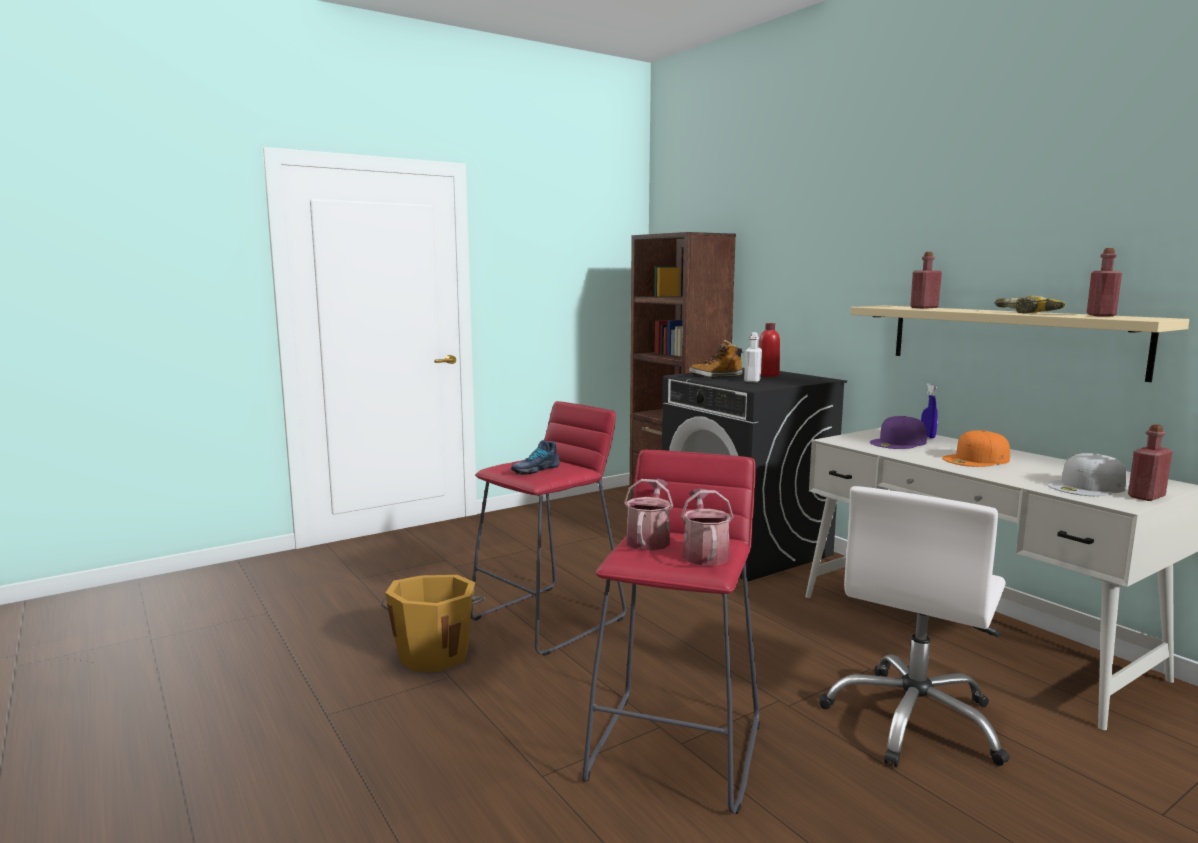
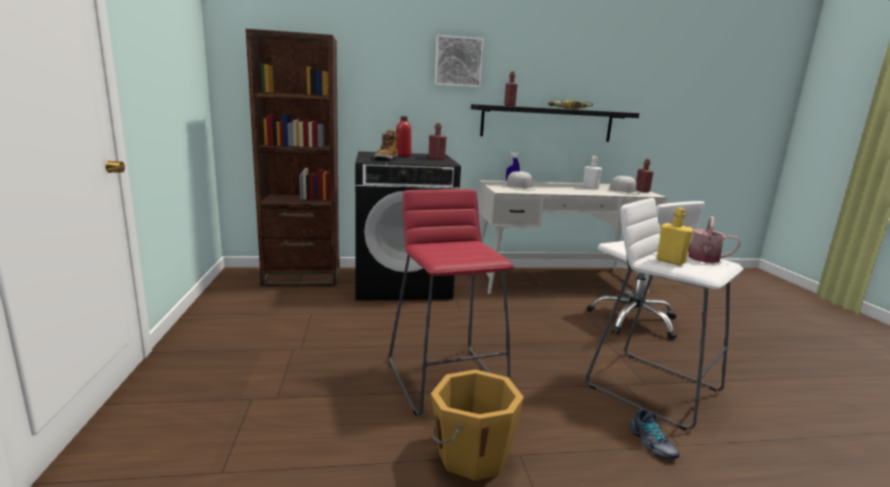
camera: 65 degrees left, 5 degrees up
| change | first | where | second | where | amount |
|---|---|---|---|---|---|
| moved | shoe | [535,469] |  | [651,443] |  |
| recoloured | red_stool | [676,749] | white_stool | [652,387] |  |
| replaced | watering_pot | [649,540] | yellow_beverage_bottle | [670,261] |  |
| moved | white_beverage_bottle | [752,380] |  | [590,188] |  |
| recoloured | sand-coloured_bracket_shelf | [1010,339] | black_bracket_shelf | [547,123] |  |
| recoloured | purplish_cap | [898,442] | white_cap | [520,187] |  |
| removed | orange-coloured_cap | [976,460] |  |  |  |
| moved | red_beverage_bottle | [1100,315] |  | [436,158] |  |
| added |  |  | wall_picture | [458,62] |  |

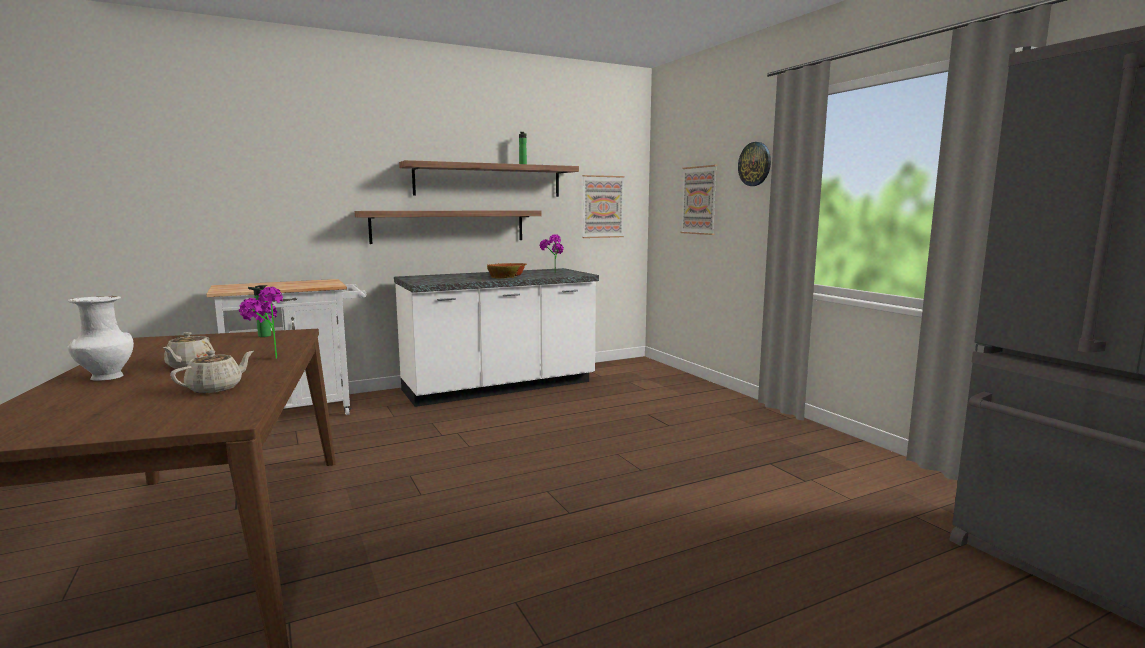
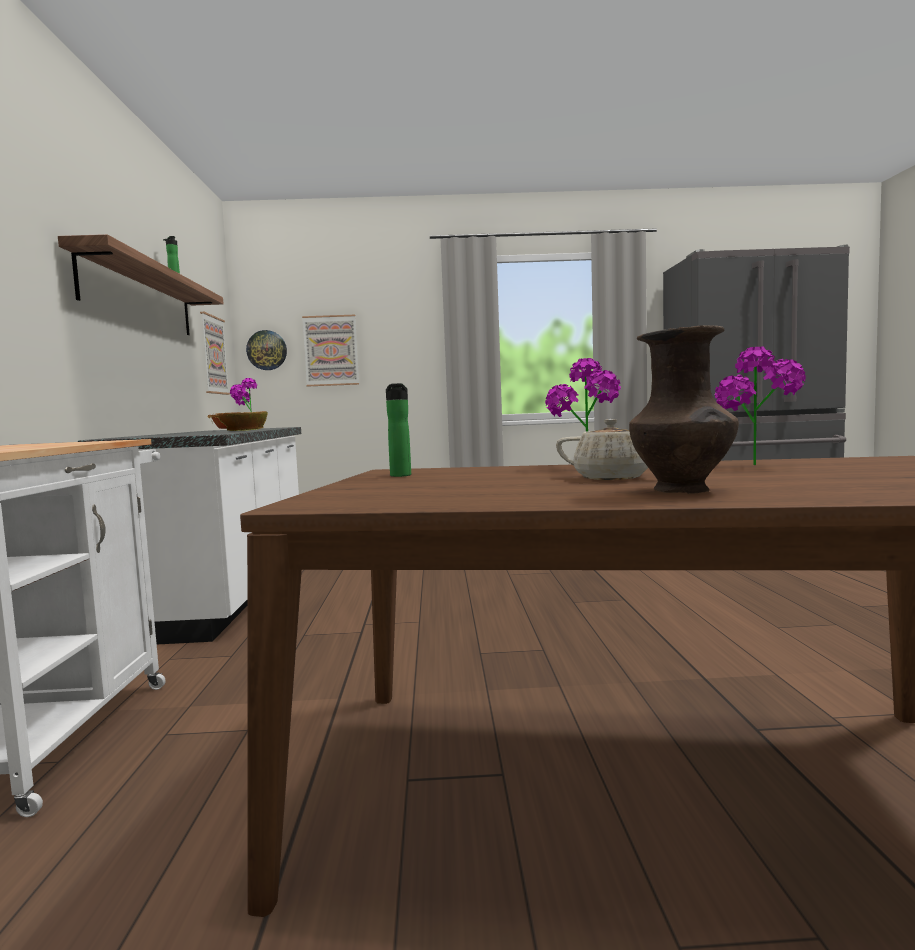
camera: 65 degrees left, 5 degrees down
| change | first | where | second | where | amount |
|---|---|---|---|---|---|
| recoloured | white_vase | [105,377] | brown_vase | [683,491] |  |
| replaced | sand-coloured_teapot | [216,388] | plant_in_a_pot | [759,466] |  |
| removed | bracket_shelf | [449,226] |  |  |  |
| moved | hanging_clock | [755,164] |  | [267,350] |  |

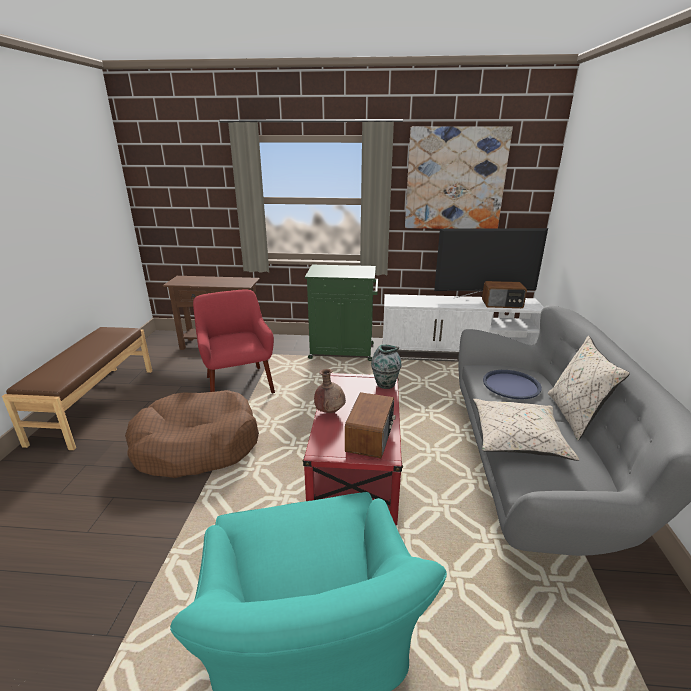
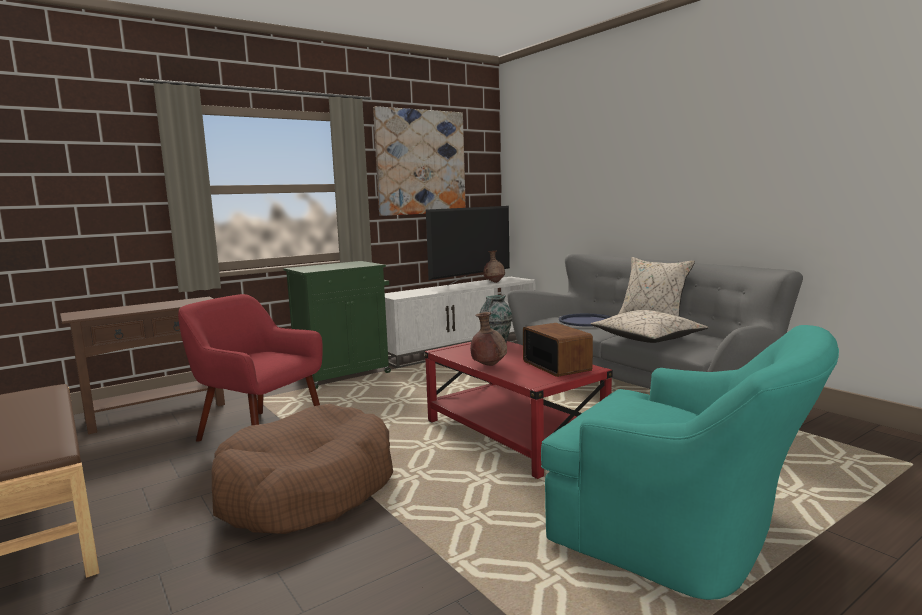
camera: 40 degrees left, 15 degrees down
| change | first | where | second | where | amount |
|---|---|---|---|---|---|
| replaced | radio_receiver | [502,304] | brown_vase | [494,282] |  |

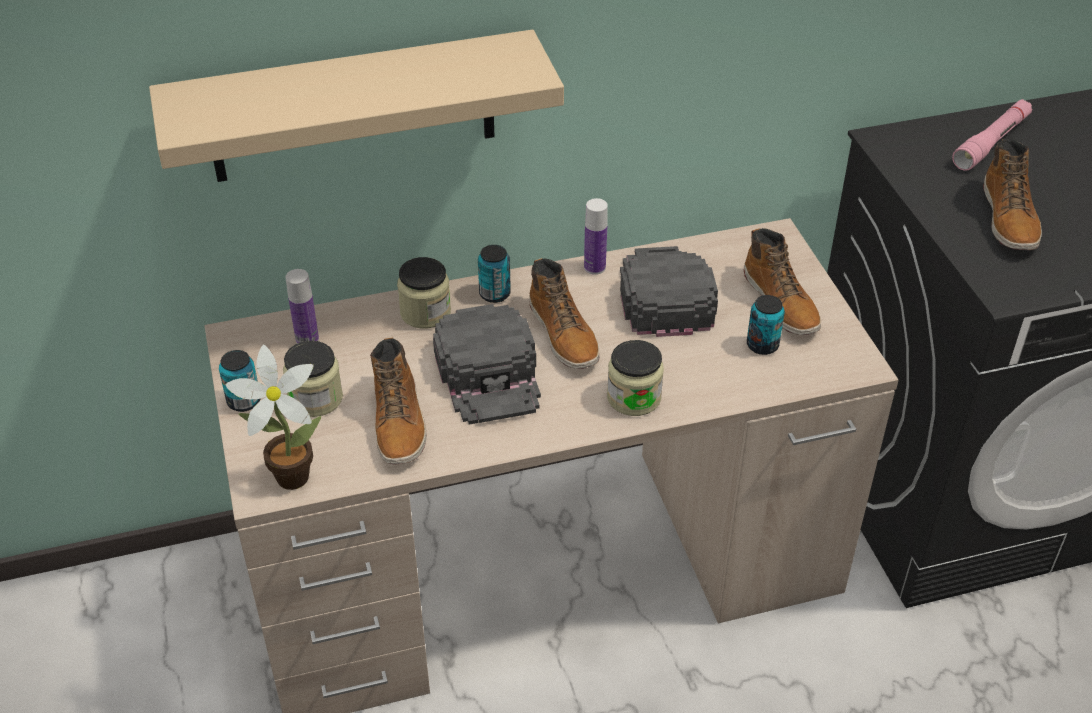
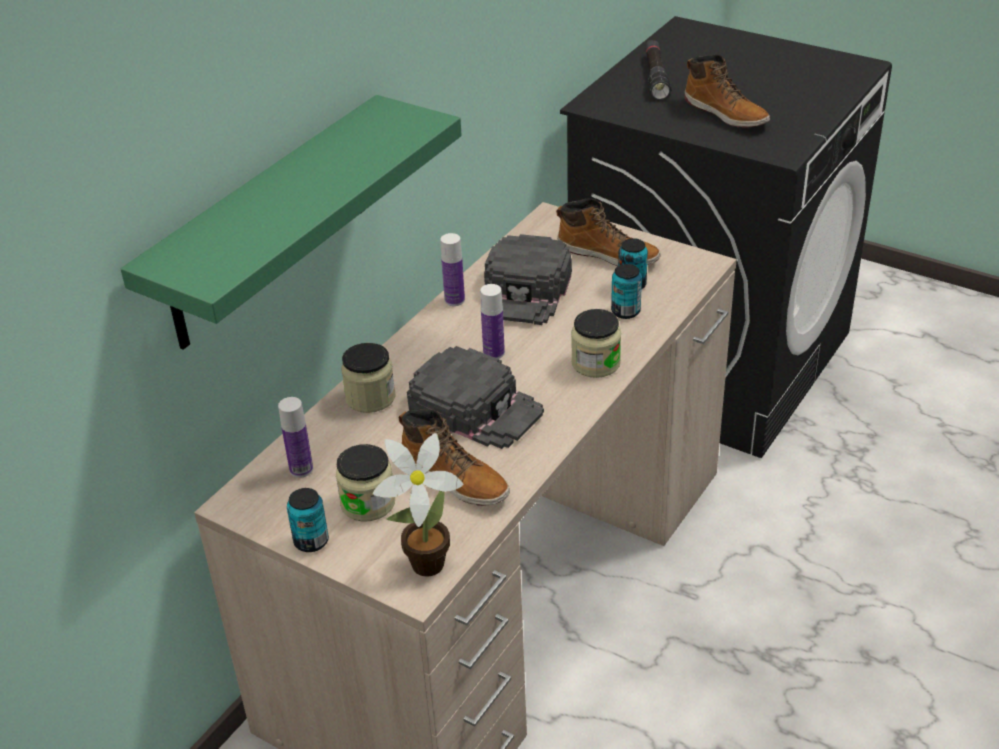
camera: 40 degrees left, 5 degrees down
| change | first | where | second | where | amount |
|---|---|---|---|---|---|
| recoloured | sand-coloured_bracket_shelf | [352,108] | green_bracket_shelf | [268,224] |  |
| moved | sealed_can | [494,294] |  | [625,311] |  |
| replaced | tall_boot | [564,334] | beverage_bottle | [494,353] |  |
| turned | black_cap | [664,294] |  | [526,290] | 120 degrees counterclockwise |
| recoloured | pink_torch | [991,143] | black_torch | [655,77] |  |

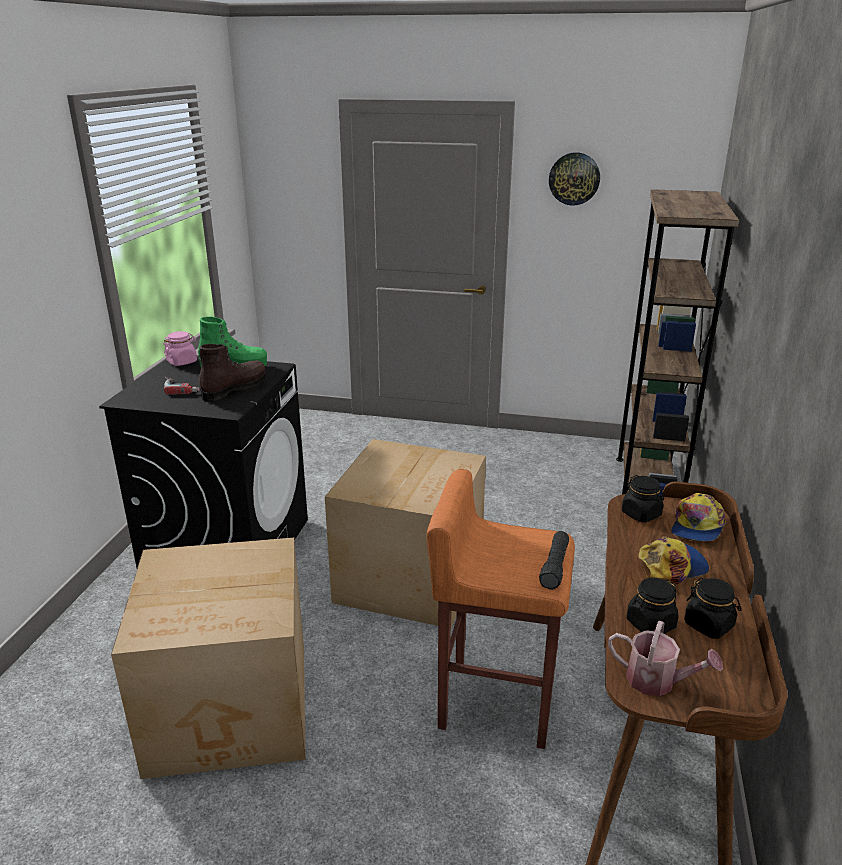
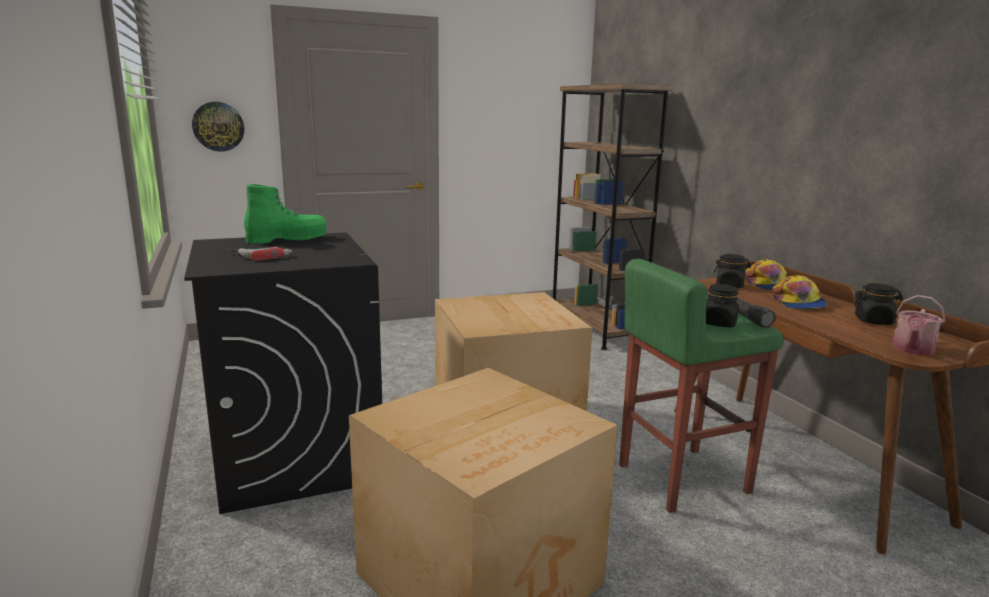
camera: 35 degrees left, 10 degrees down
| change | first | where | second | where | amount |
|---|---|---|---|---|---|
| removed | pink_jar | [182,362] |  |  |  |
| removed | brown_tall_boot | [234,389] |  |  |  |
| recoloured | orange-coloured_stool | [495,701] | green_stool | [680,478] |  |
| moved | hanging_clock | [574,179] |  | [218,126] |  |
| turned | watering_pot | [657,681] |  | [912,350] | 135 degrees clockwise |
| moved | black_jar | [650,624] |  | [719,323] |  |
| turned | cap | [671,566] |  | [798,303] | 150 degrees clockwise |

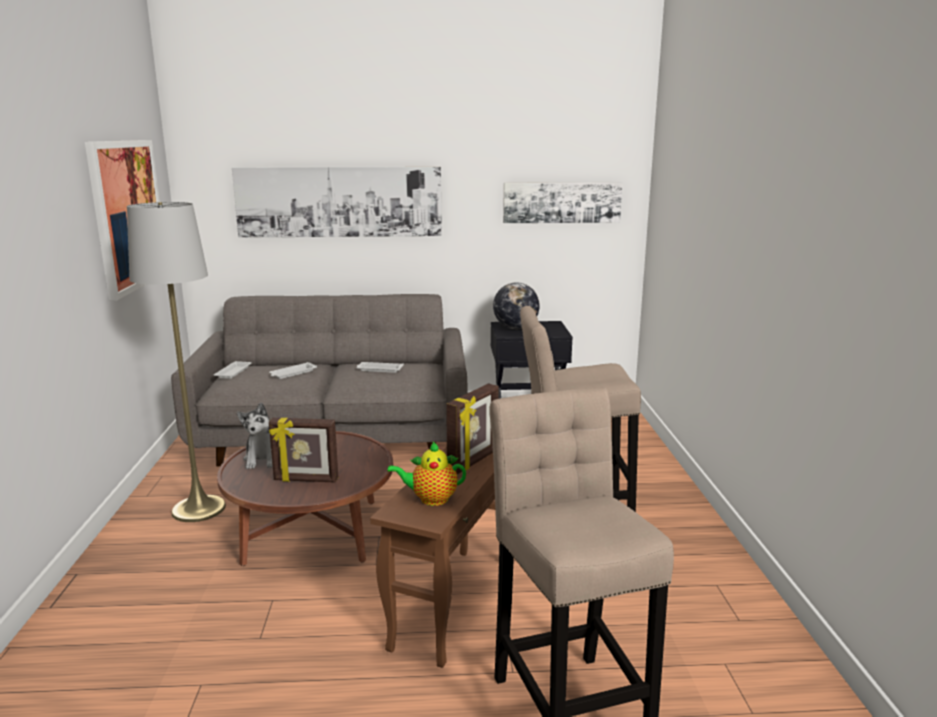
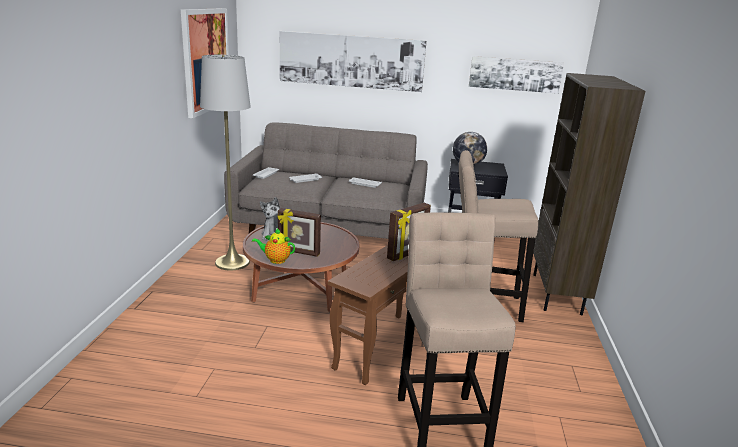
camera: 10 degrees right, 5 degrees up
| change | first | where | second | where | amount |
|---|---|---|---|---|---|
| moved | teapot | [431,499] |  | [275,260] |  |
| added |  |  | brown_shelving_unit | [557,294] |  |

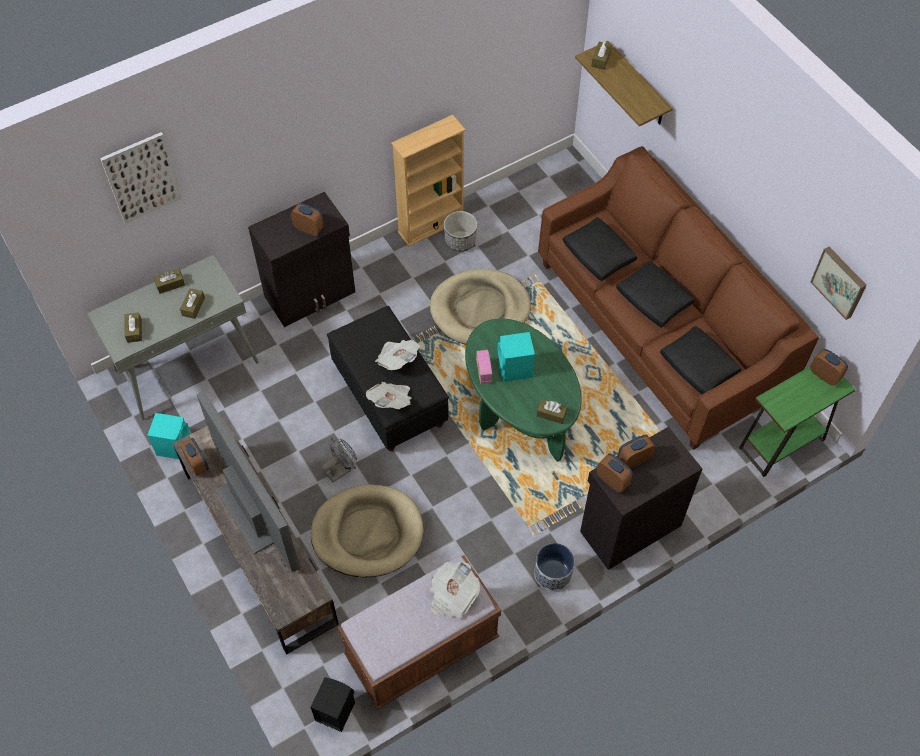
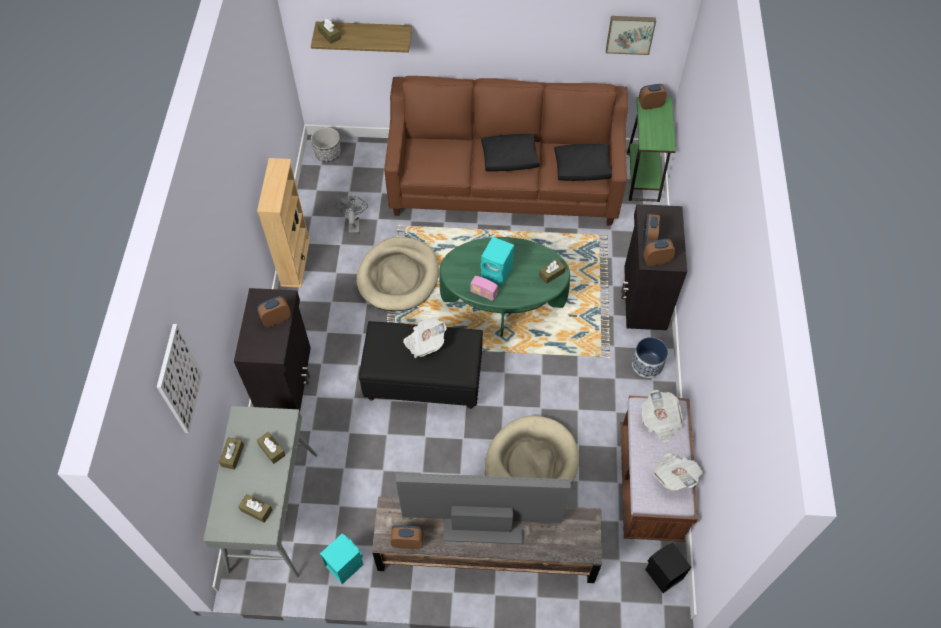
camera: 55 degrees left, 0 degrees up
| change | first | where | second | where | amount |
|---|---|---|---|---|---|
| moved | gray_electric_fan | [341,469] |  | [353,224] |  |
| moved | newspaper | [391,401] |  | [674,475] |  |
| moved | planter | [460,241] |  | [328,154] |  |
| removed | black_pillow | [599,255] |  |  |  |

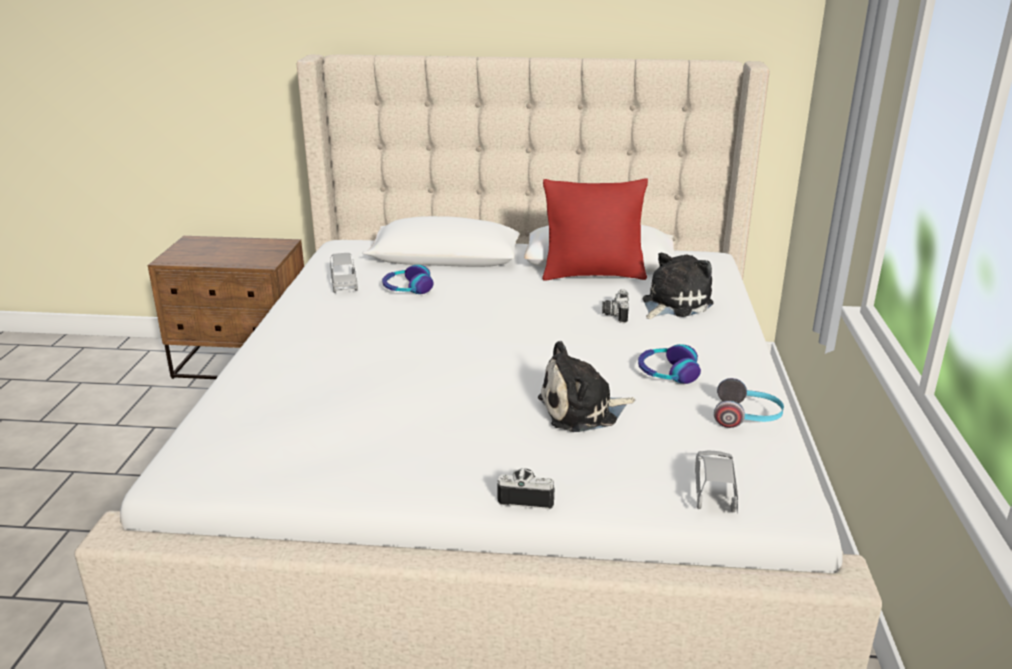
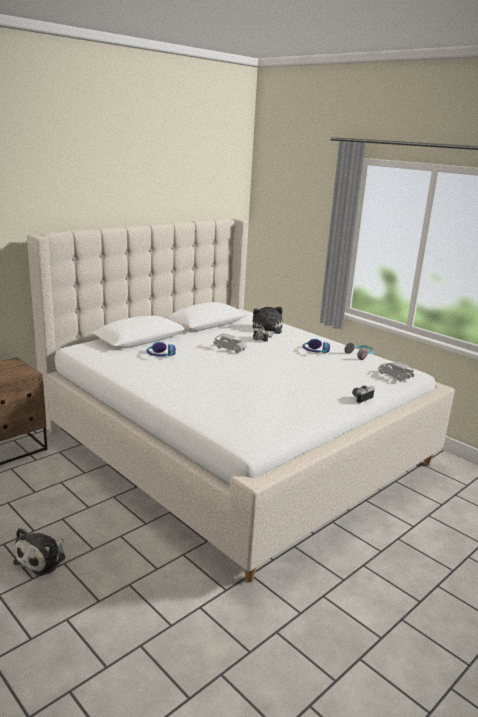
camera: 50 degrees left, 5 degrees down
| change | first | where | second | where | amount |
|---|---|---|---|---|---|
| moved | gray_model_car | [344,283] |  | [230,348] |  |
| moved | plush_toy | [582,410] |  | [42,559] |  |
| removed | red_pillow | [593,274] |  |  |  |

